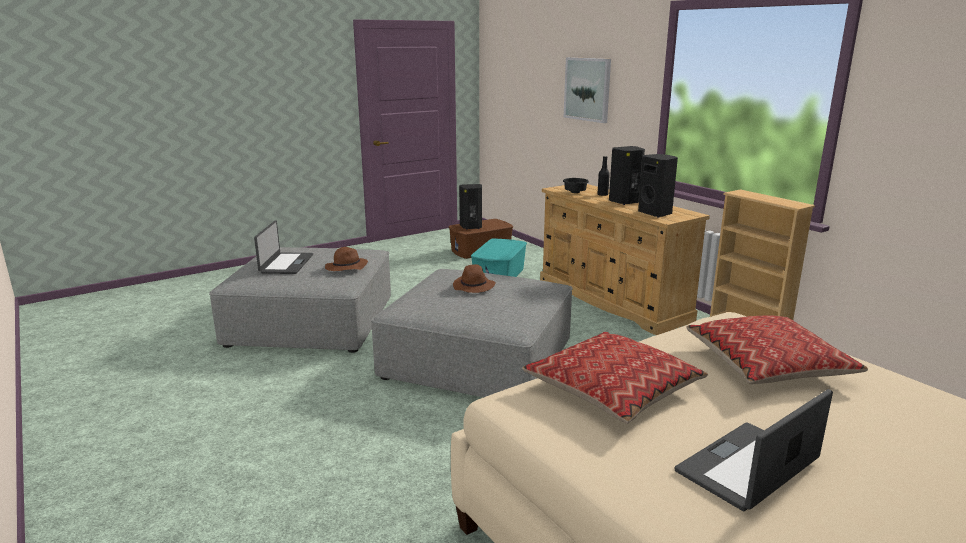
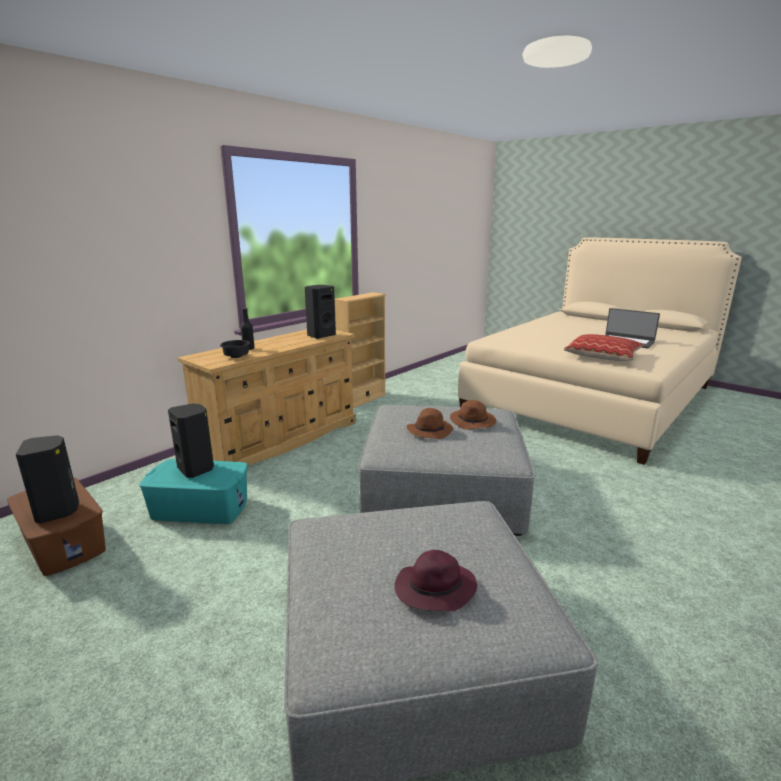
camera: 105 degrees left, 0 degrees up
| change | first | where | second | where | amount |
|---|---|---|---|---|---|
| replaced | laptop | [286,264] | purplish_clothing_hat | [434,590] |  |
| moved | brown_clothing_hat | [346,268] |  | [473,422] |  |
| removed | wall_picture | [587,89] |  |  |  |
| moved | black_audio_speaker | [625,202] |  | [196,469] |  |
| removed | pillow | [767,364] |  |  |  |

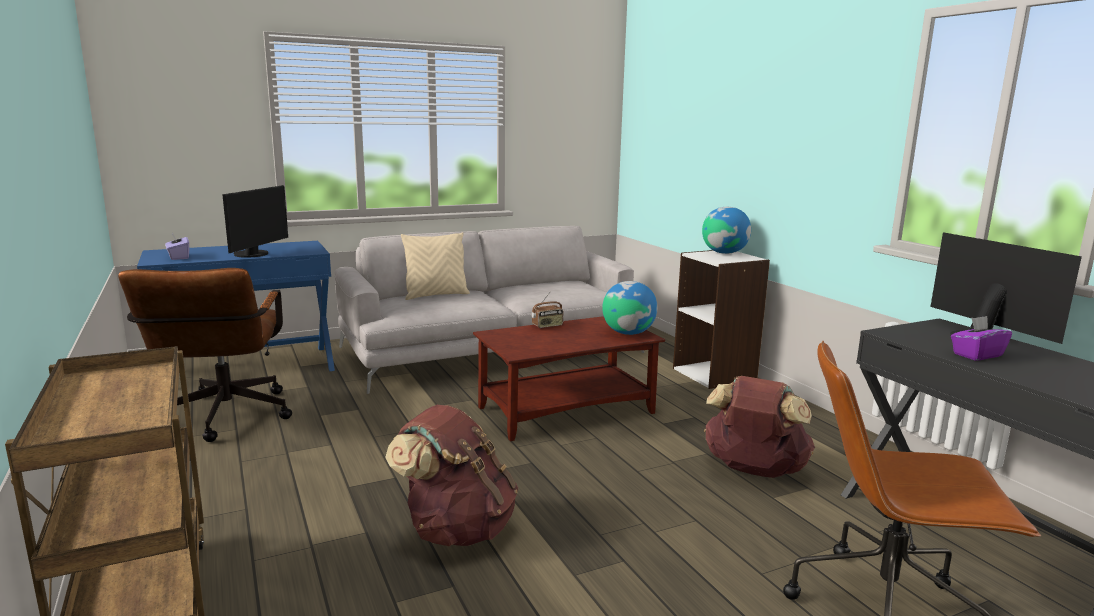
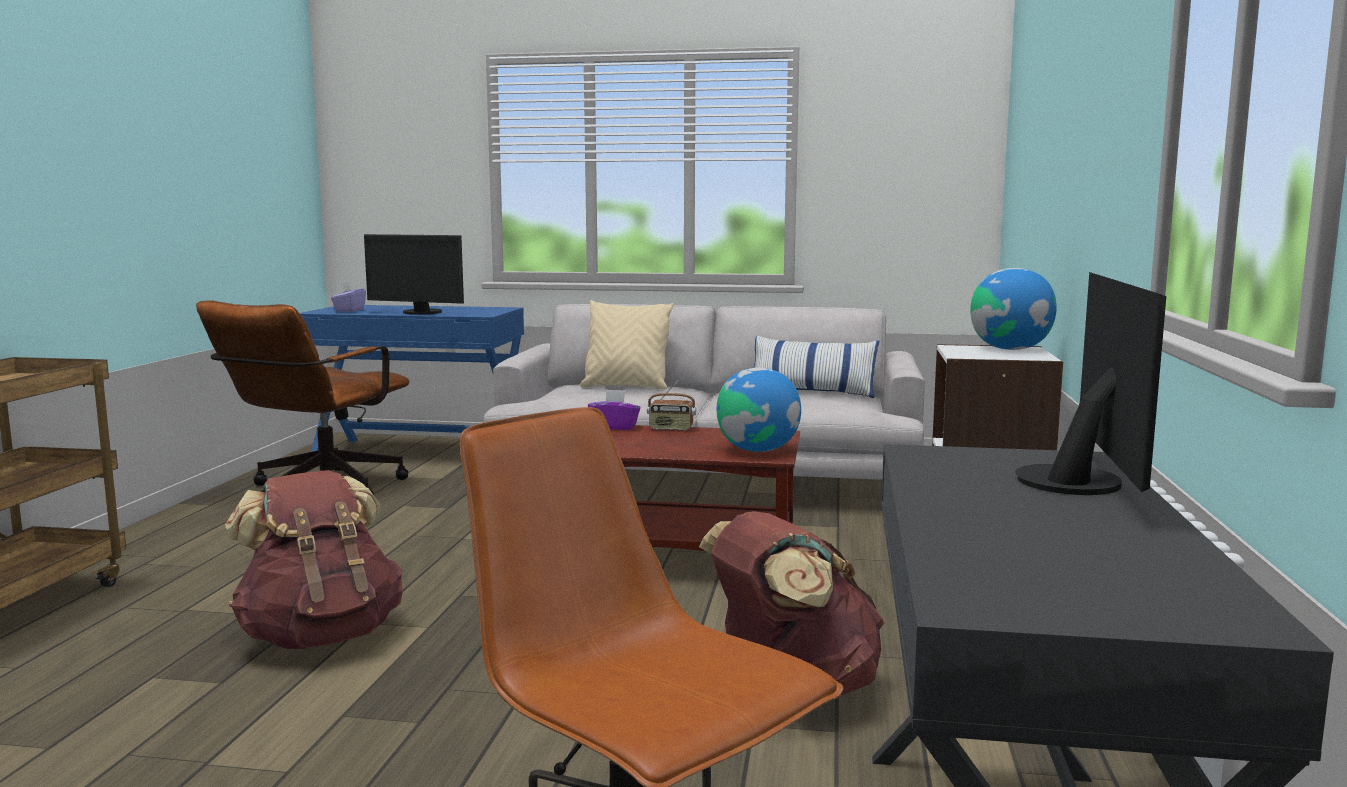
camera: 35 degrees right, 5 degrees down
| change | first | where | second | where | amount |
|---|---|---|---|---|---|
| turned | computer_display | [254,254] |  | [420,313] | 60 degrees clockwise |
| moved | purplish_box_of_tissues | [977,355] |  | [614,427] |  |
| added |  |  | pillow | [811,392] |  |

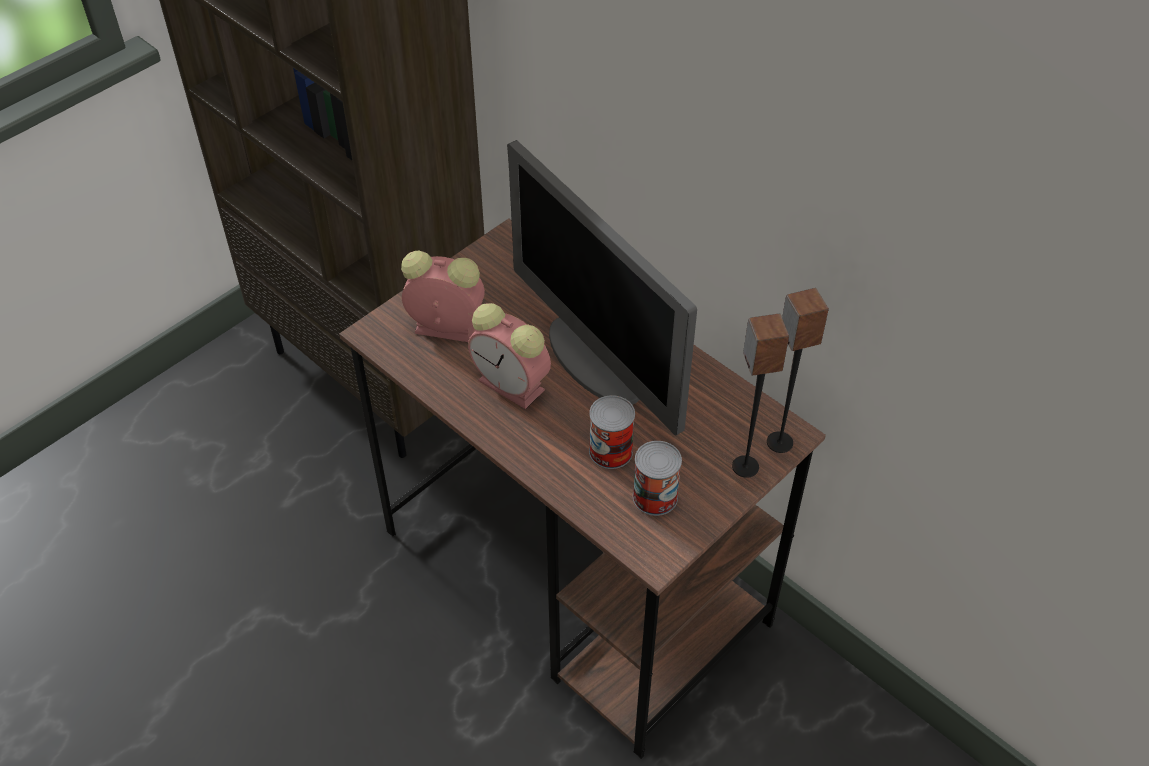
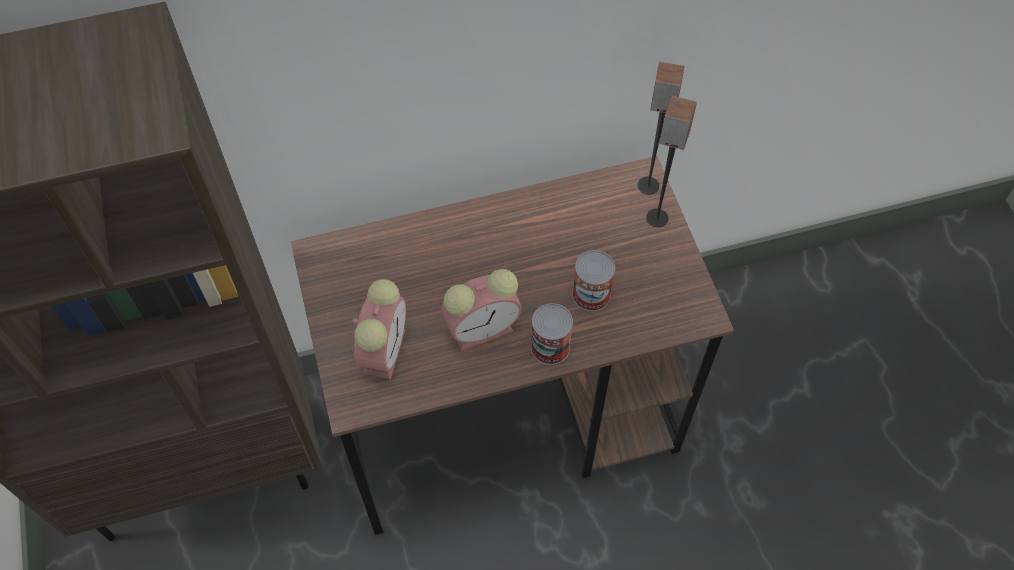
camera: 60 degrees left, 10 degrees up
| change | first | where | second | where | amount |
|---|---|---|---|---|---|
| turned | bedside_clock | [443,327] |  | [384,349] | 150 degrees clockwise |
| removed | computer_display | [595,362] |  |  |  |
| moved | sealed_can | [655,497] |  | [550,347] |  |

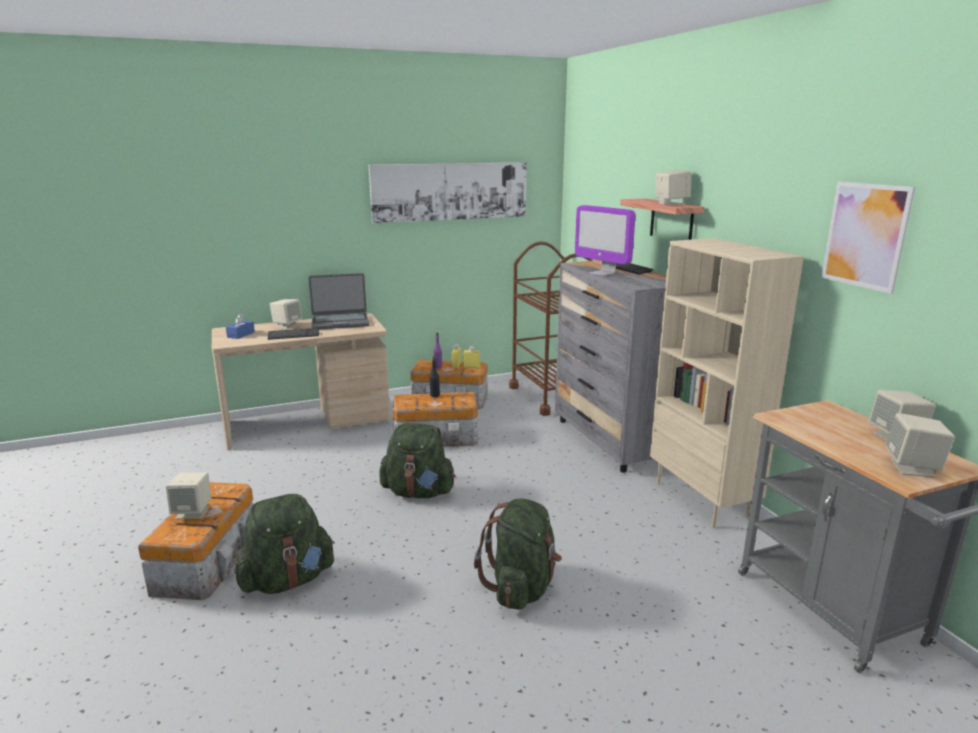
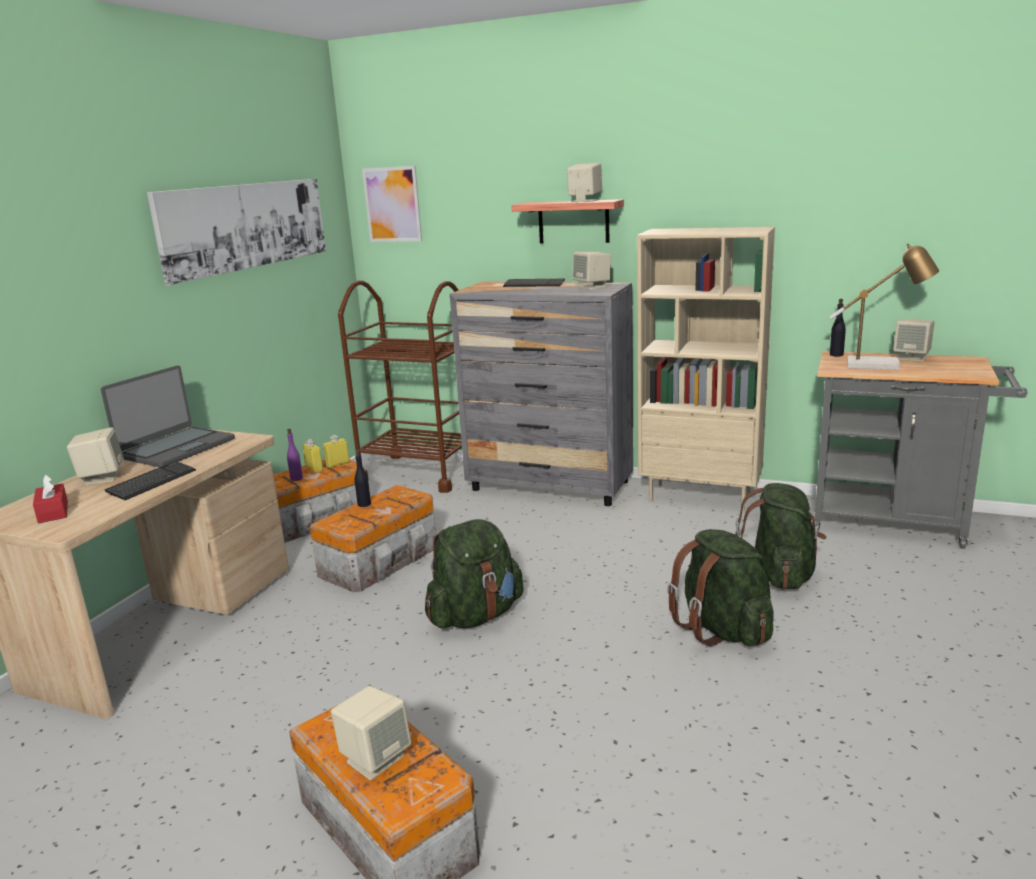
camera: 45 degrees left, 0 degrees up
| change | first | where | second | where | amount |
|---|---|---|---|---|---|
| recoloured | bluish_box_of_tissues | [241,334] | red_box_of_tissues | [53,512] |  |
| moved | green_knapsack | [288,580] |  | [780,575] |  |
| removed | computer_display | [602,273] |  |  |  |
| moved | wall_picture | [865,235] |  | [392,204] |  |
| moved | sand-coloured_audio_speaker | [913,468] |  | [592,287] |  |
| added |  |  | lamp_for_a_table | [881,365] |  |
| added |  |  | black_beverage_bottle | [836,355] |  |

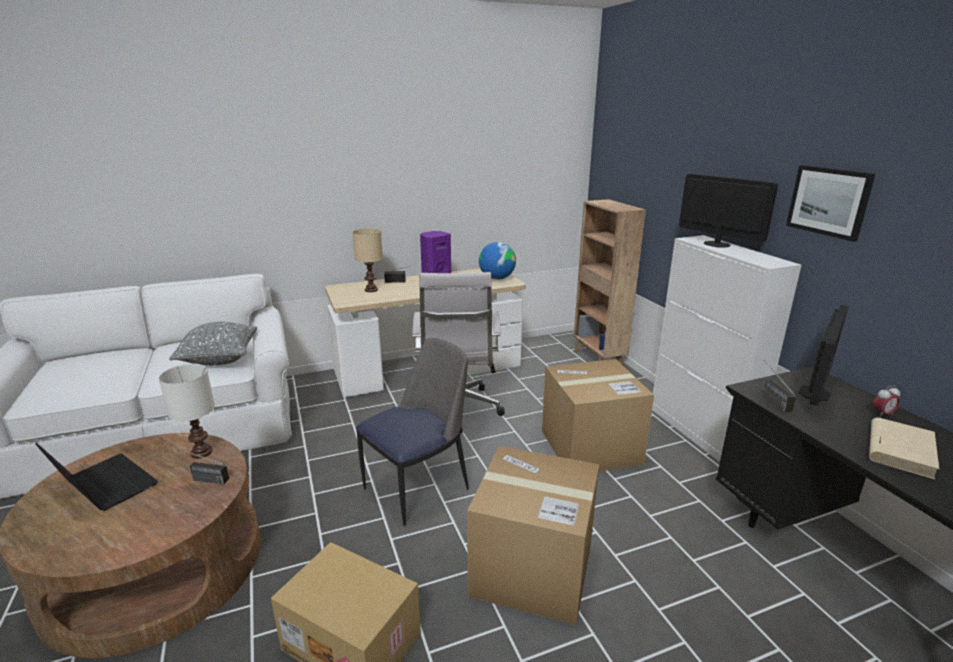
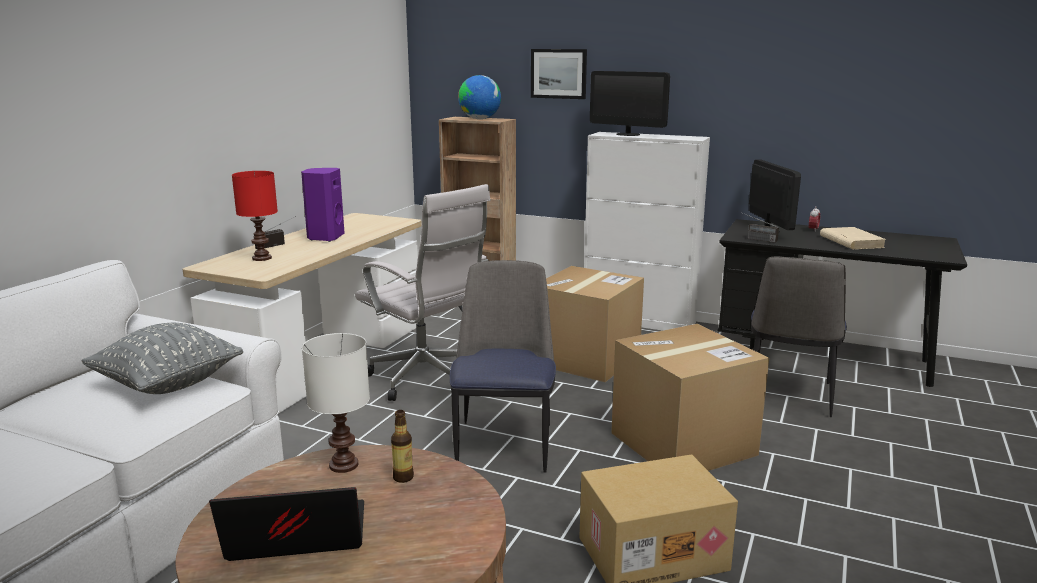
camera: 45 degrees left, 5 degrees down
| change | first | where | second | where | amount |
|---|---|---|---|---|---|
| replaced | radio_receiver | [202,479] | beverage_bottle | [403,477] |  |
| recoloured | sand-coloured_lamp_for_a_table | [371,290] | red_lamp_for_a_table | [262,258] |  |
| moved | world_globe | [497,278] |  | [480,119] |  |
| turned | computer_display | [716,244] |  | [628,134] | 150 degrees counterclockwise |
| moved | wall_picture | [829,201] |  | [559,73] |  |
| added |  |  | upright_chair | [788,395] |  |

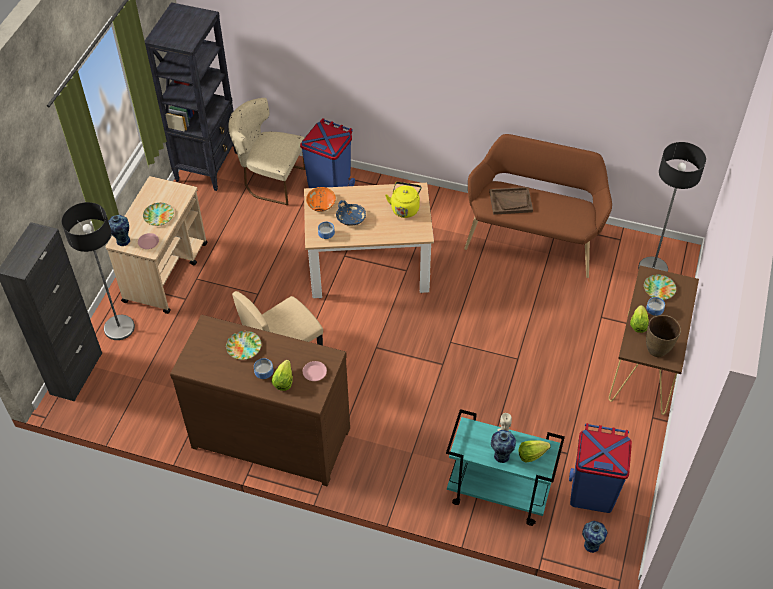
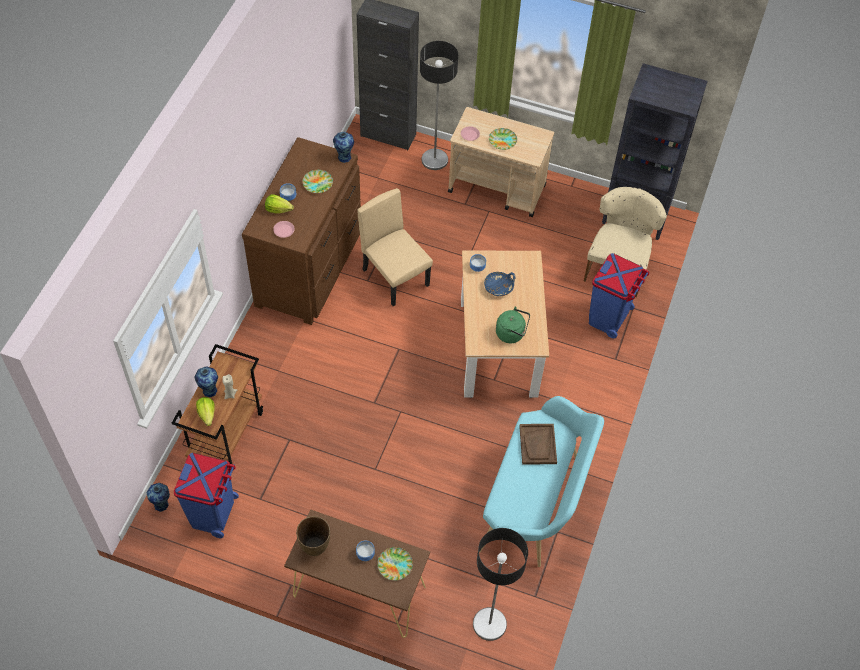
camera: 90 degrees right, 5 degrees up
| change | first | where | second | where | amount |
|---|---|---|---|---|---|
| moved | vase | [122,241] |  | [344,157] |  |
| removed | orange-coloured_bowl | [321,204] |  |  |  |
| recoloured | yellow_tea_kettle | [405,208] | green_tea_kettle | [512,333] |  |
| recoloured | turquoise-coloured_trolley | [497,494] | brown_trolley | [226,434] |  |
| recoloured | brown_indoor_bench | [533,239] | turquoise-coloured_indoor_bench | [535,503] |  |
| removed | lettuce | [638,324] |  |  |  |

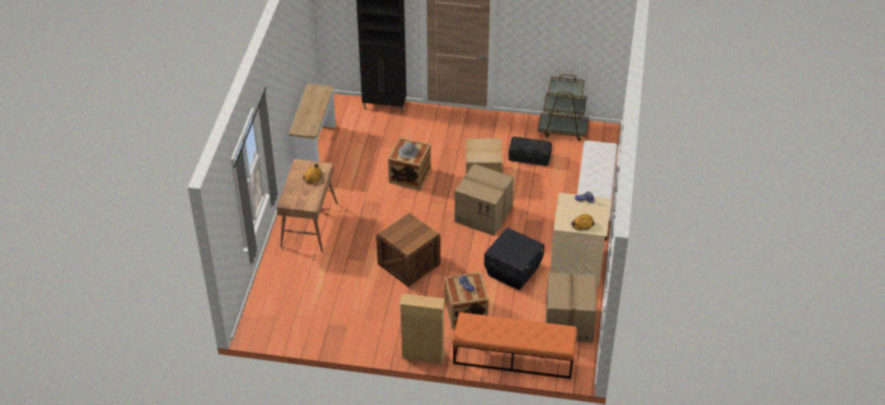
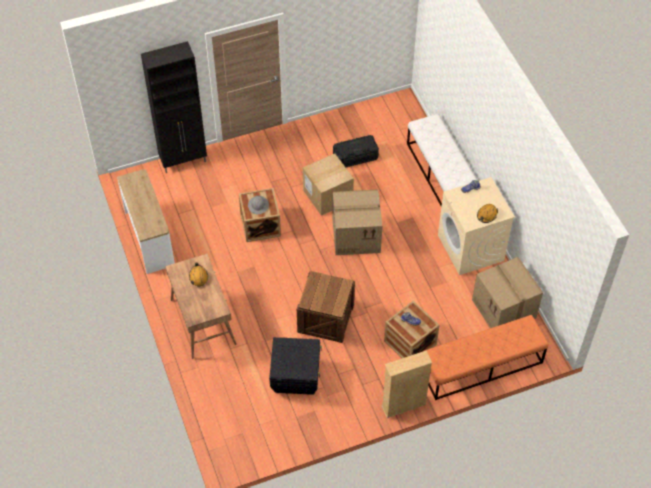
camera: 30 degrees left, 10 degrees up
| change | first | where | second | where | amount |
|---|---|---|---|---|---|
| moved | black_storage_bin | [513,272] |  | [296,376] |  |
| removed | brown_trolley | [563,129] |  |  |  |

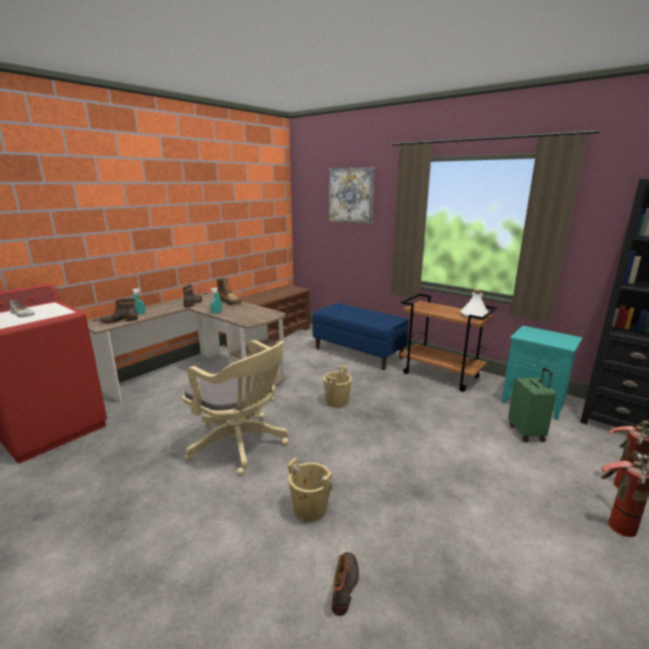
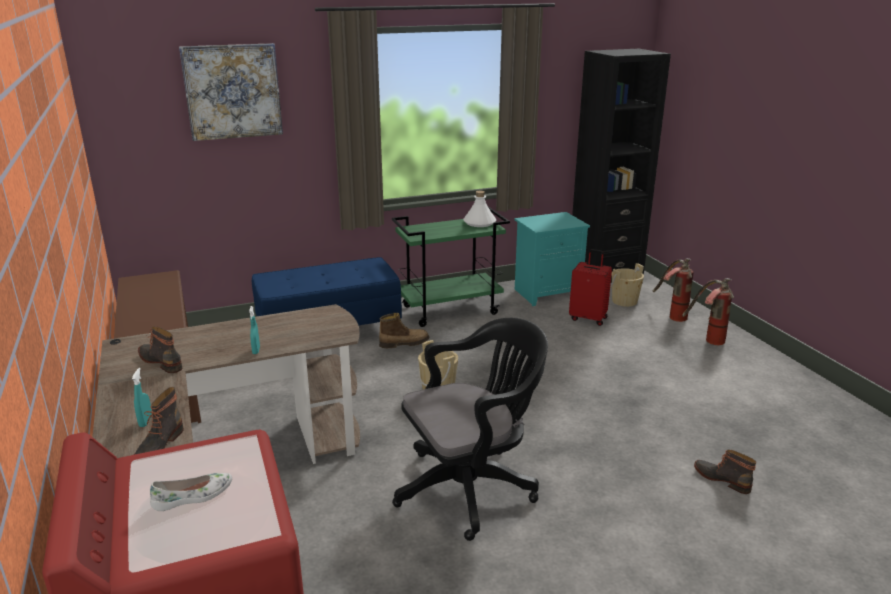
camera: 60 degrees left, 5 degrees up
| change | first | where | second | where | amount |
|---|---|---|---|---|---|
| recoloured | sand-coloured_desk_chair | [241,445] | black_desk_chair | [471,487] |  |
| moved | tall_boot | [229,302] |  | [404,343] |  |
| moved | sand-coloured_water_bucket | [310,508] |  | [624,301] |  |
| recoloured | brown_trolley | [441,375] | green_trolley | [450,310] |  |
| recoloured | green_piece_of_luggage | [527,432] | red_piece_of_luggage | [588,318] |  |

